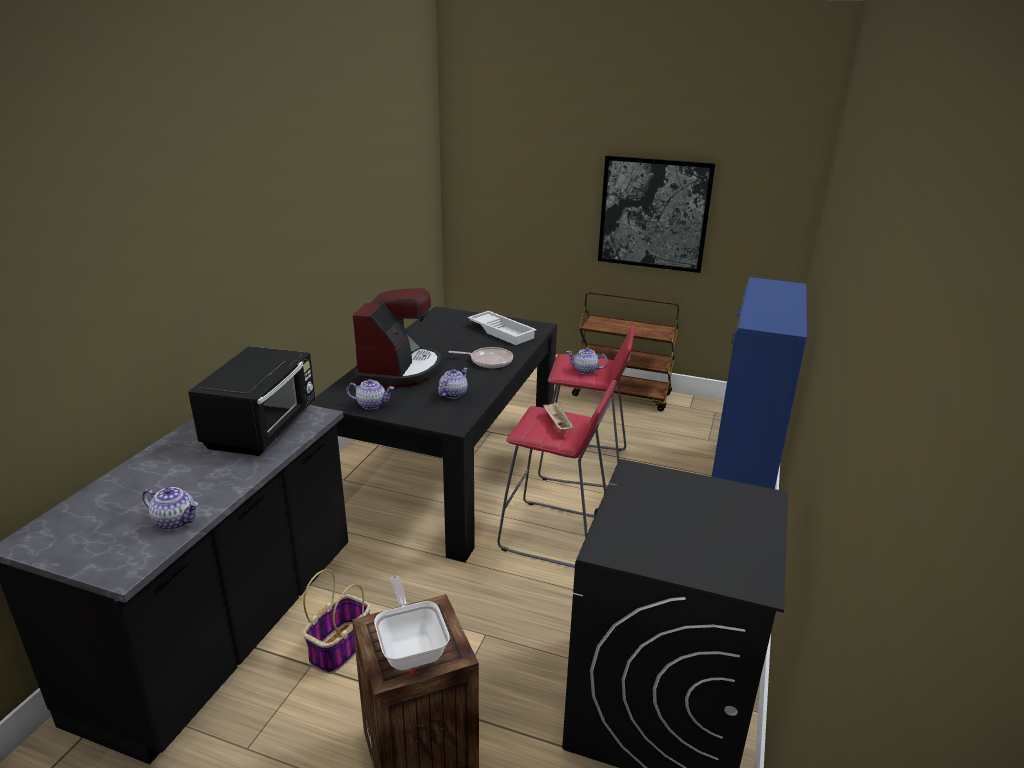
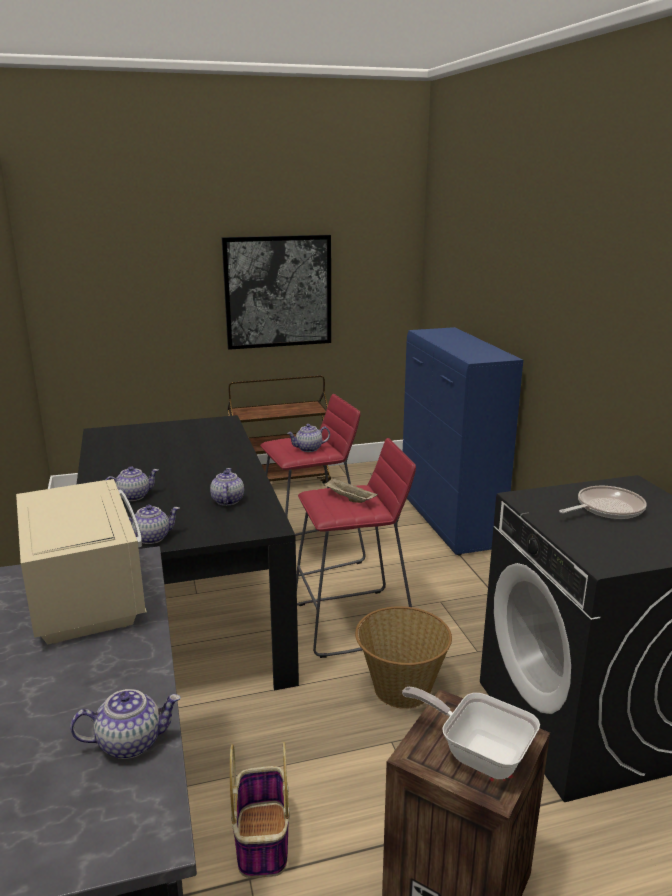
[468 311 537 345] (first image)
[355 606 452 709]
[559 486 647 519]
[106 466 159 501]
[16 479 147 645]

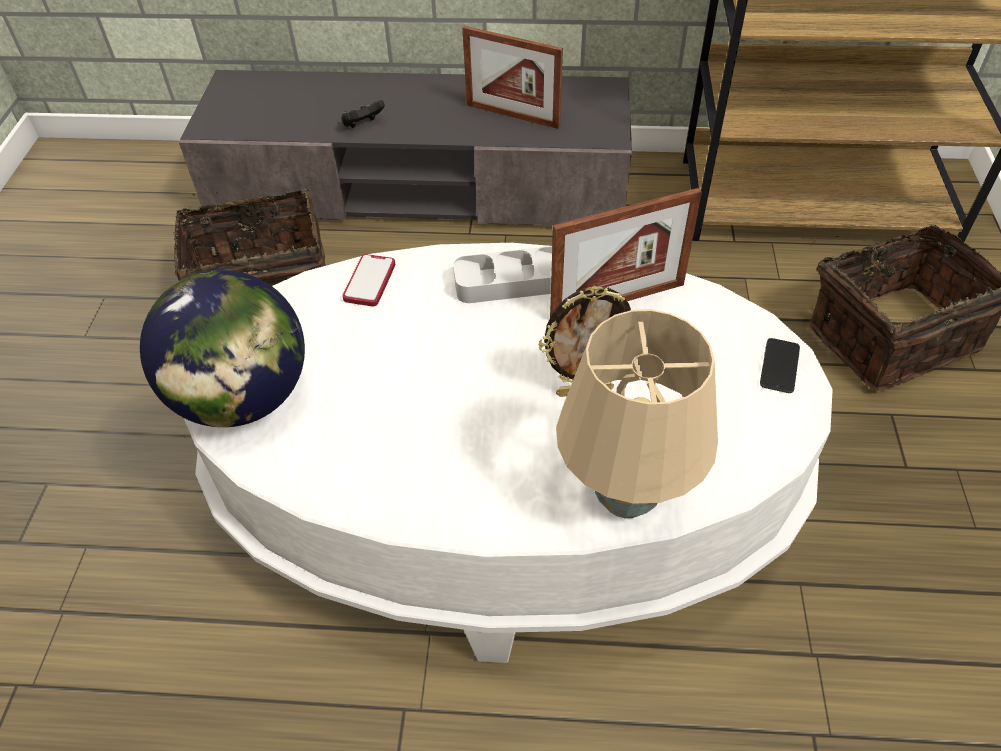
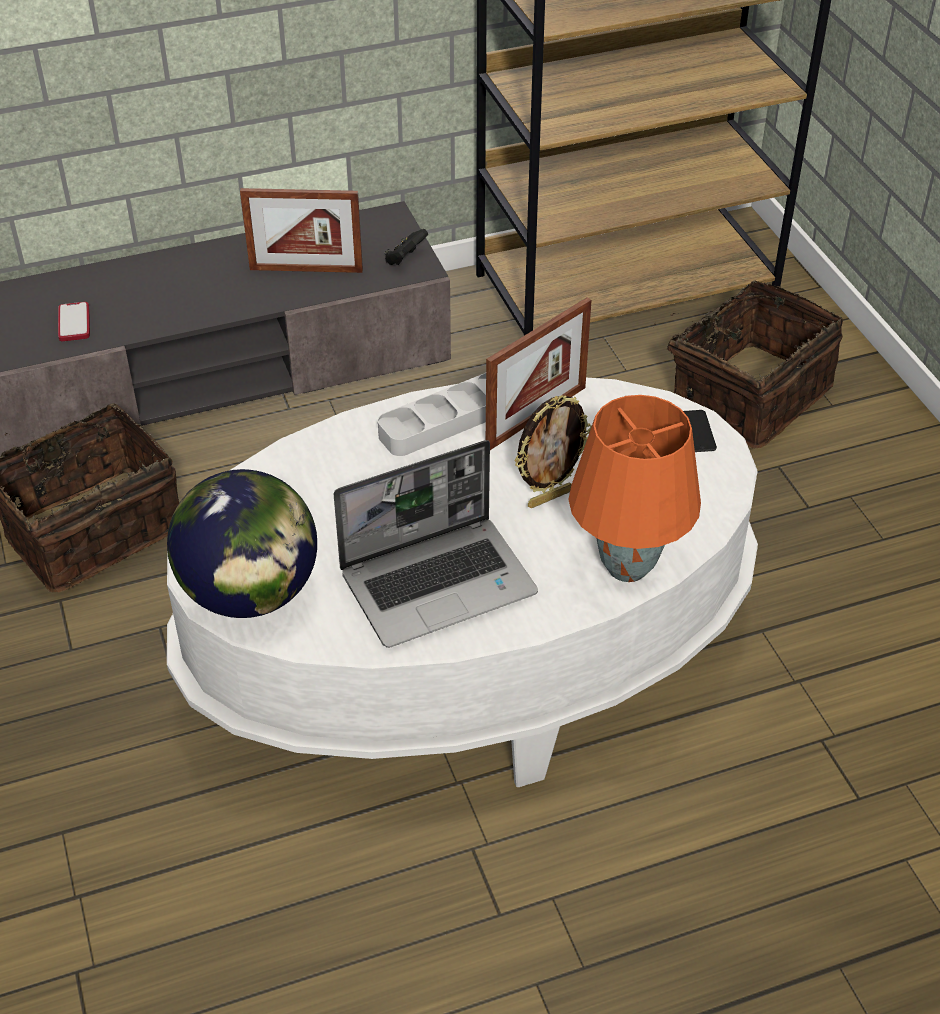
[334 440 538 648]
[385 229 428 265]
[58 302 90 341]
[568 395 701 582]

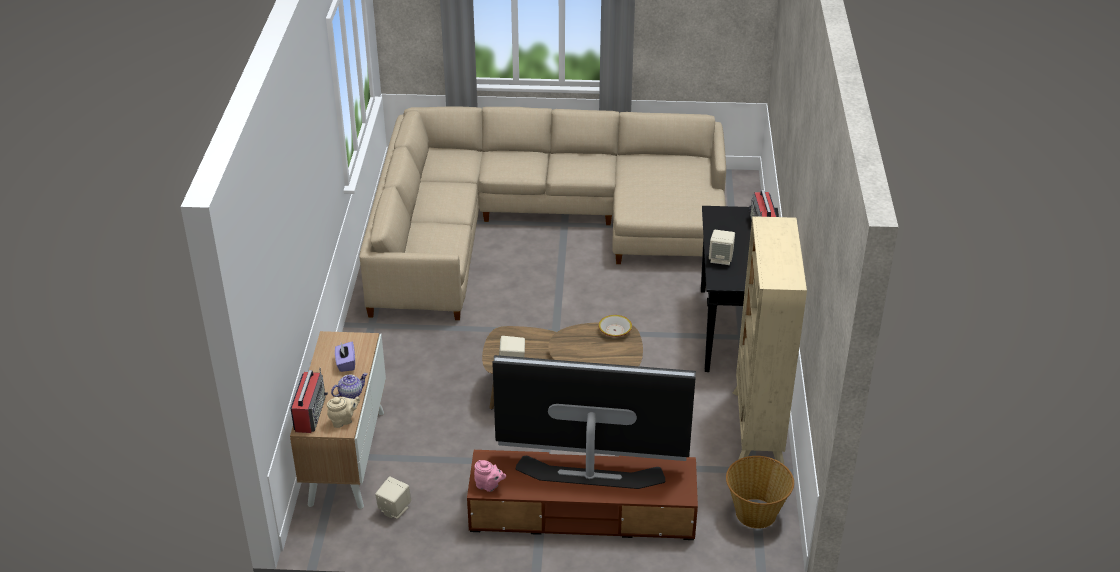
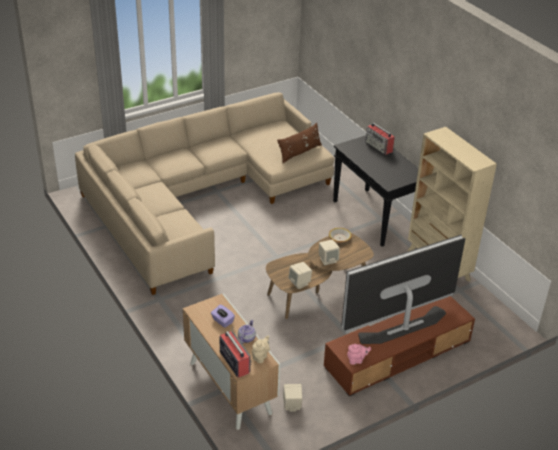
[726 456 794 529] (first image)
[277 123 322 163]
[319 239 340 265]

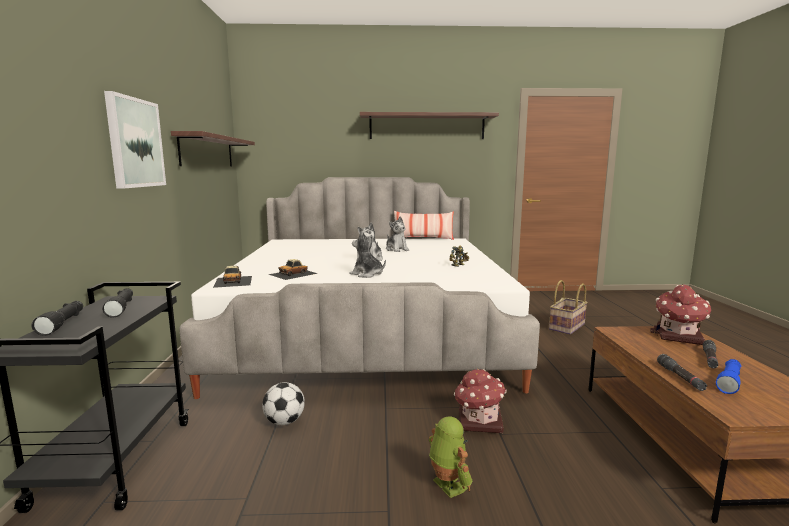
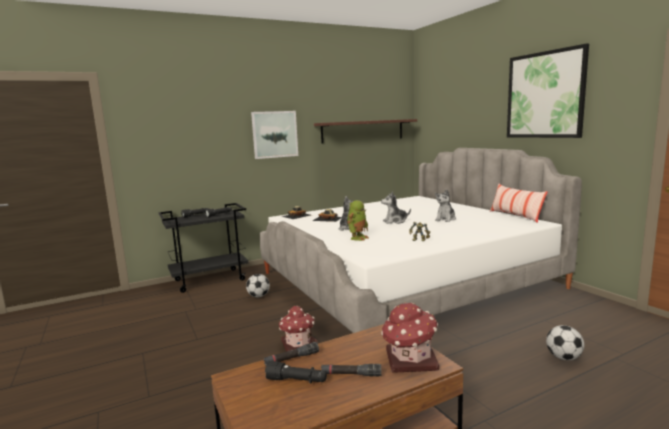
[347 200 369 241]
[507 43 589 138]
[546 325 584 360]
[265 361 327 383]

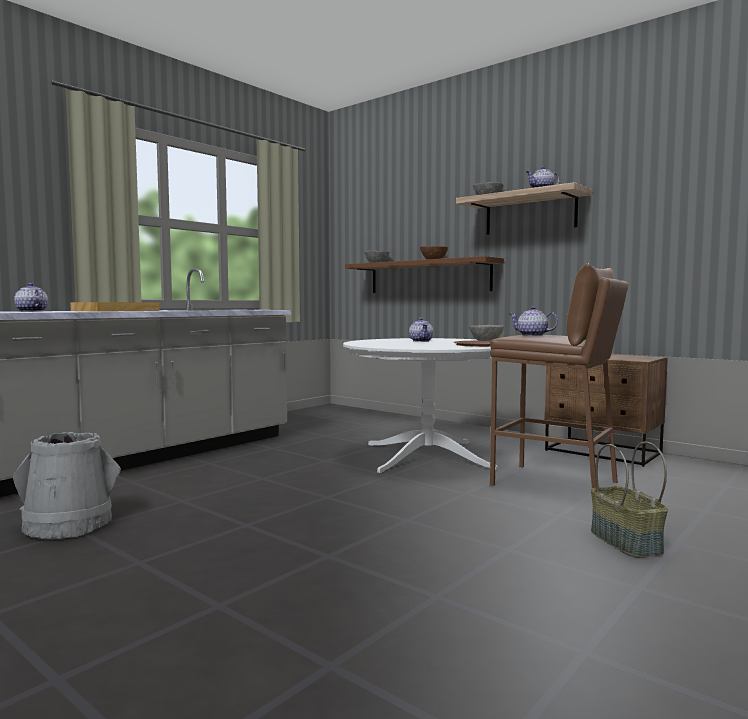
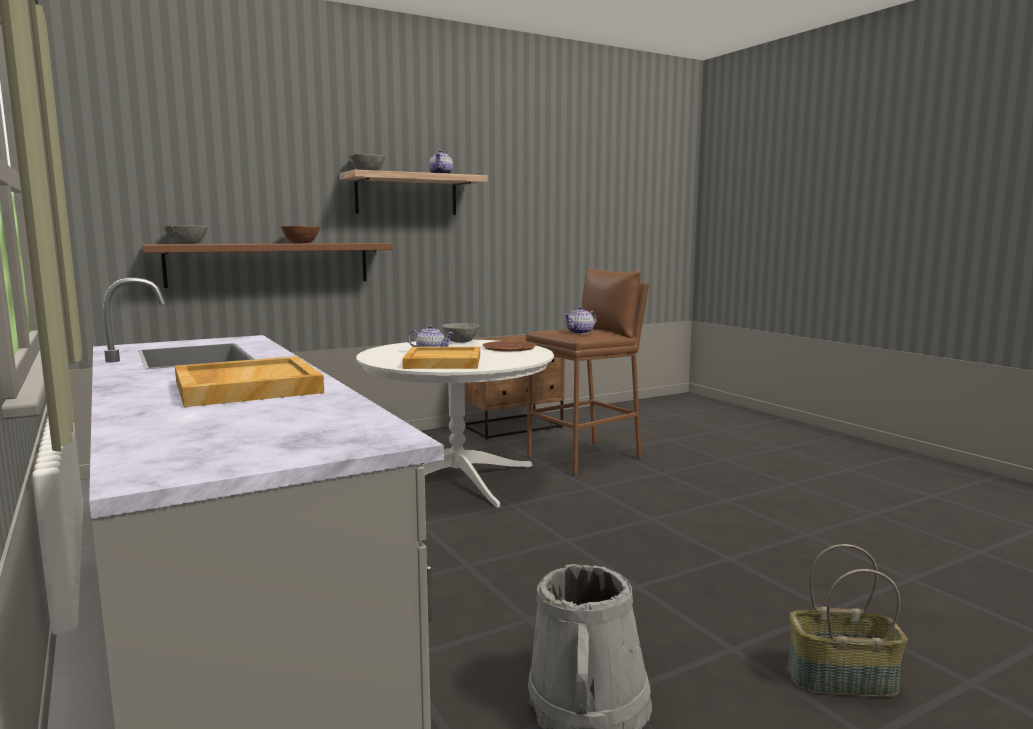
[14 283 48 312] (first image)
[402 347 480 369]
[788 544 908 697]

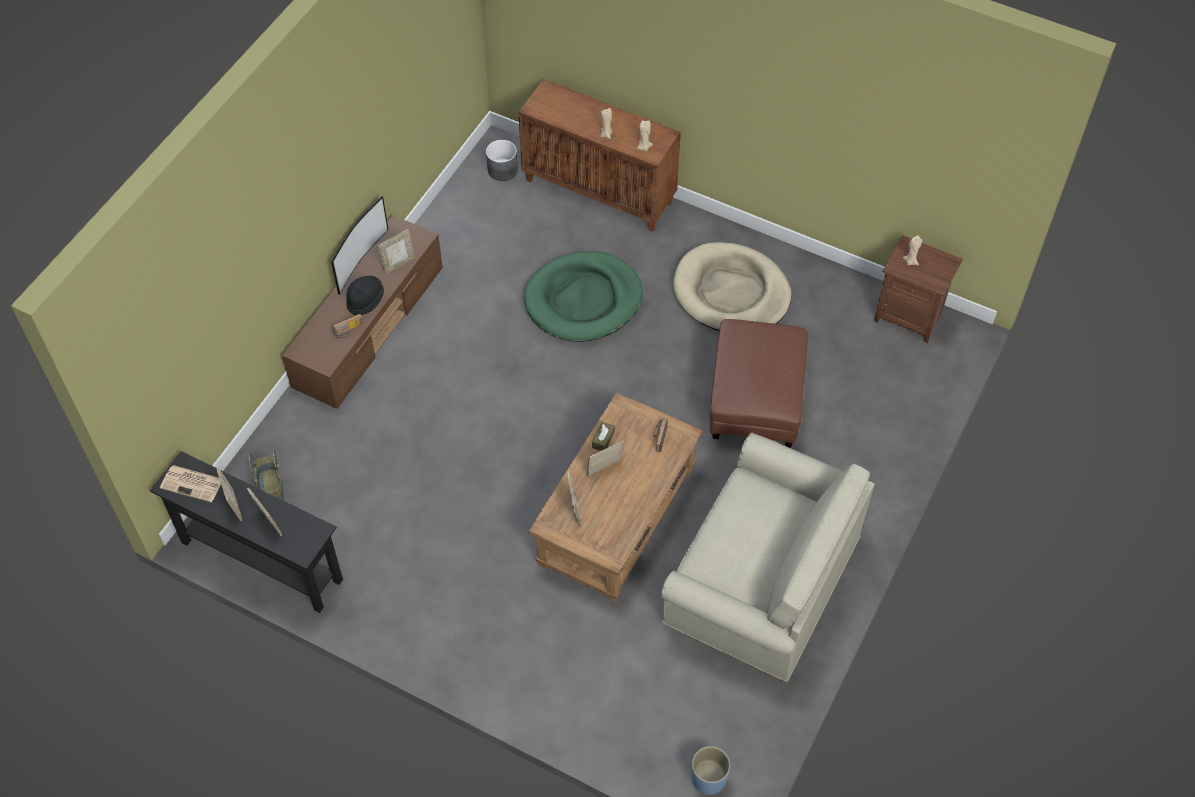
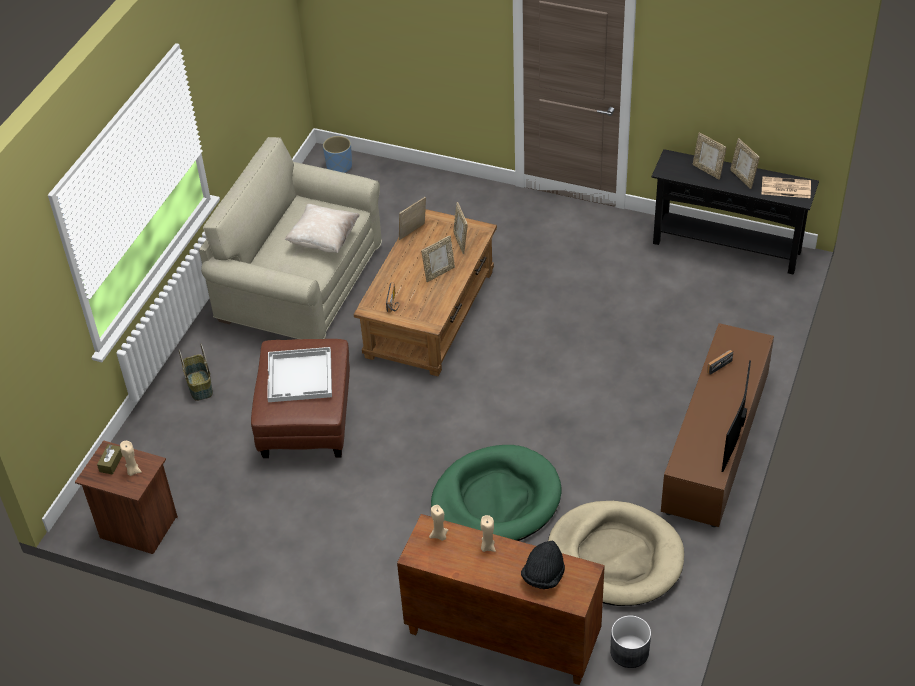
[267 347 332 402]
[285 204 360 253]
[179 344 213 401]
[521 541 565 589]
[399 197 426 240]
[97 444 122 475]
[548 501 684 606]

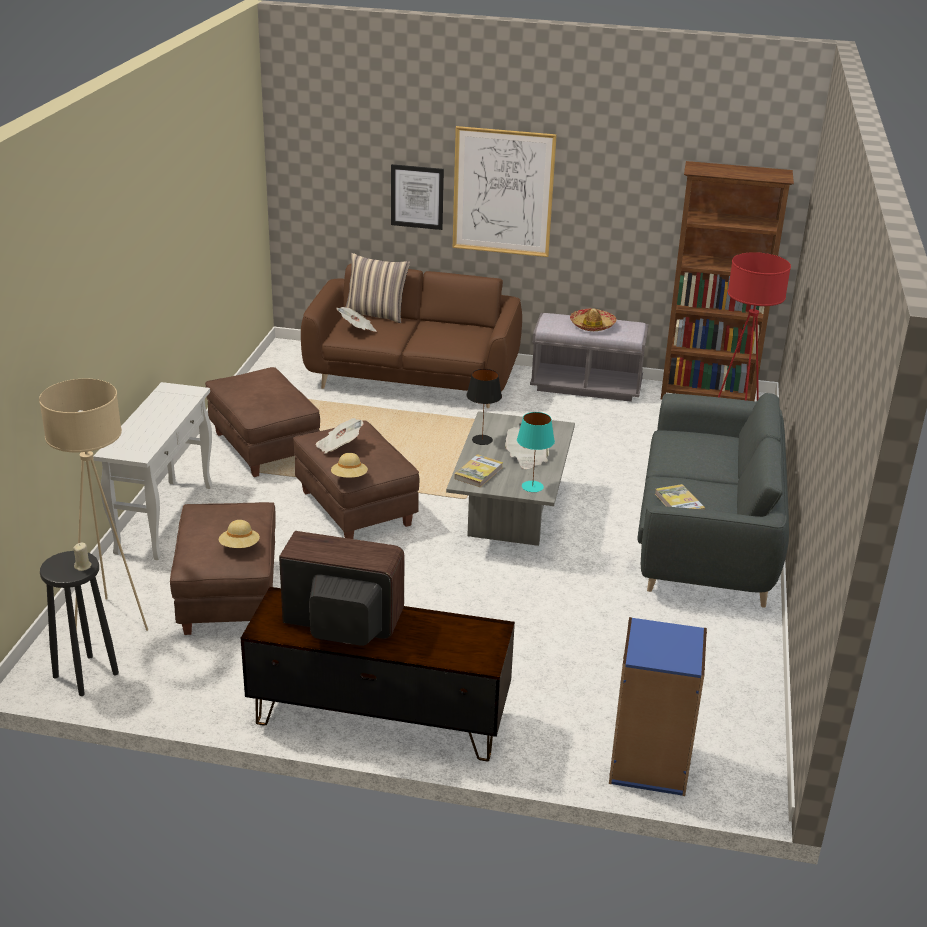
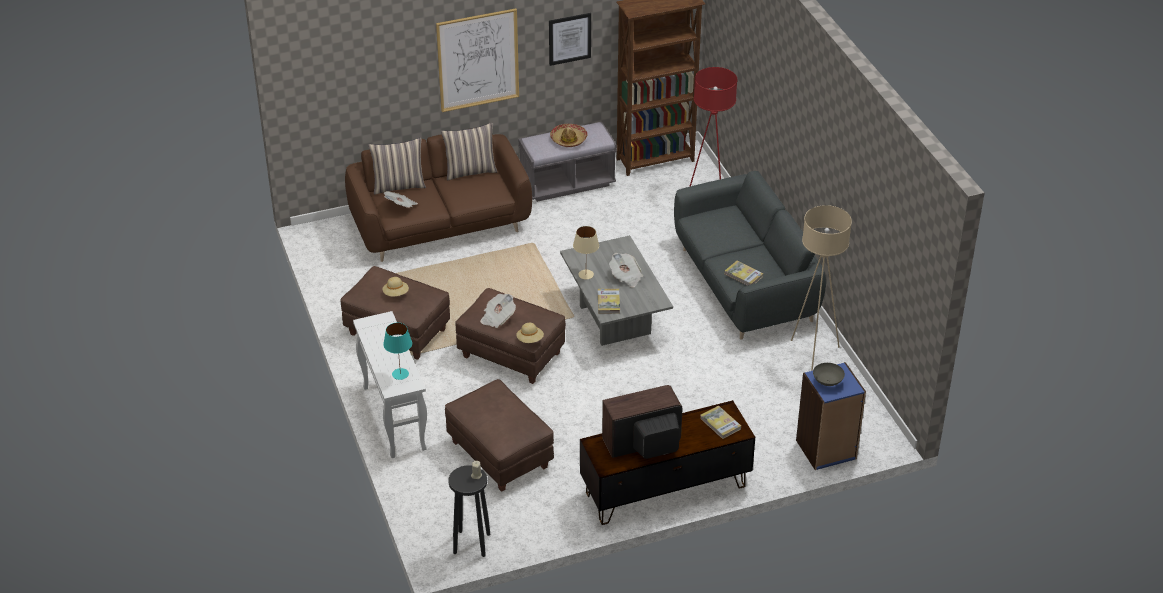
[441 123 497 180]
[700 406 741 439]
[813 363 845 386]
[791 205 852 371]
[382 277 409 297]
[549 13 591 66]
[383 323 412 380]
[573 226 599 279]

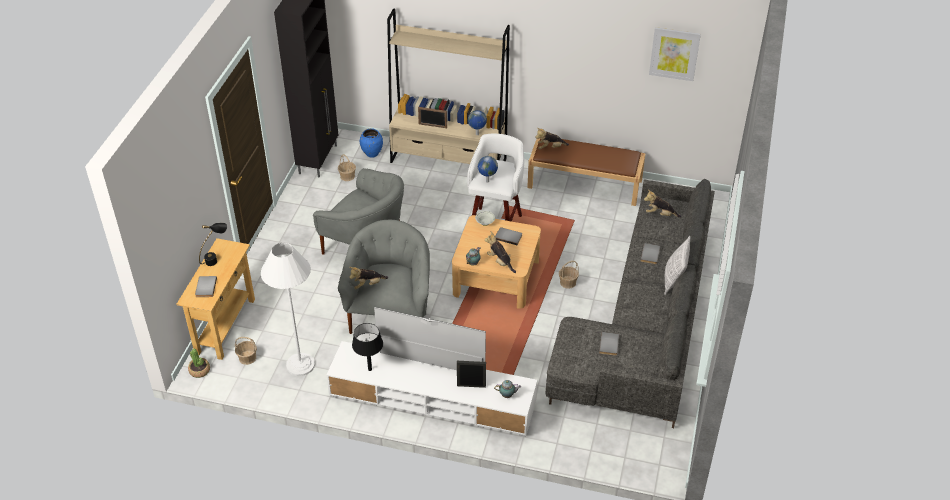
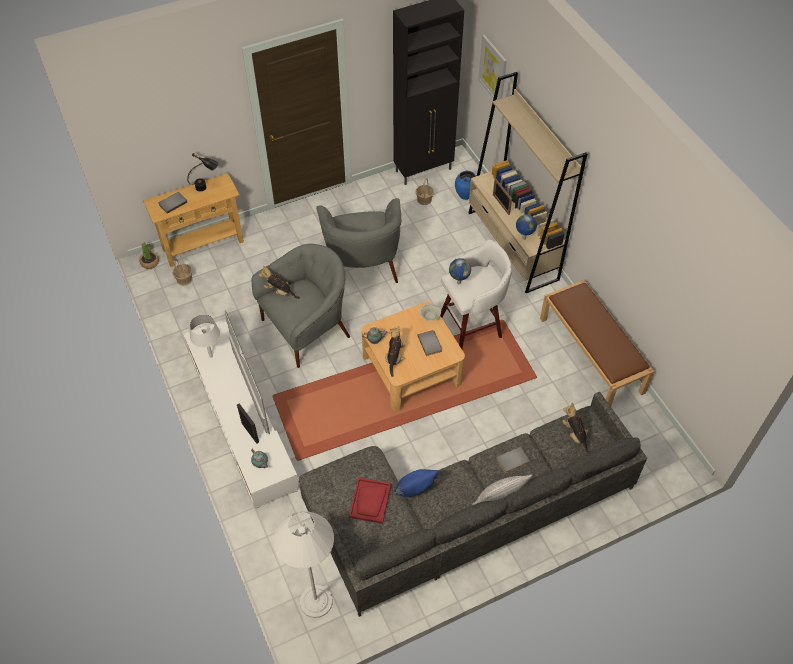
[536 128 569 149] (first image)
[559 261 579 289] (first image)
[394 469 439 497]
[274 512 334 618]
[478 35 507 100]
[349 477 391 524]
[190 315 220 358]

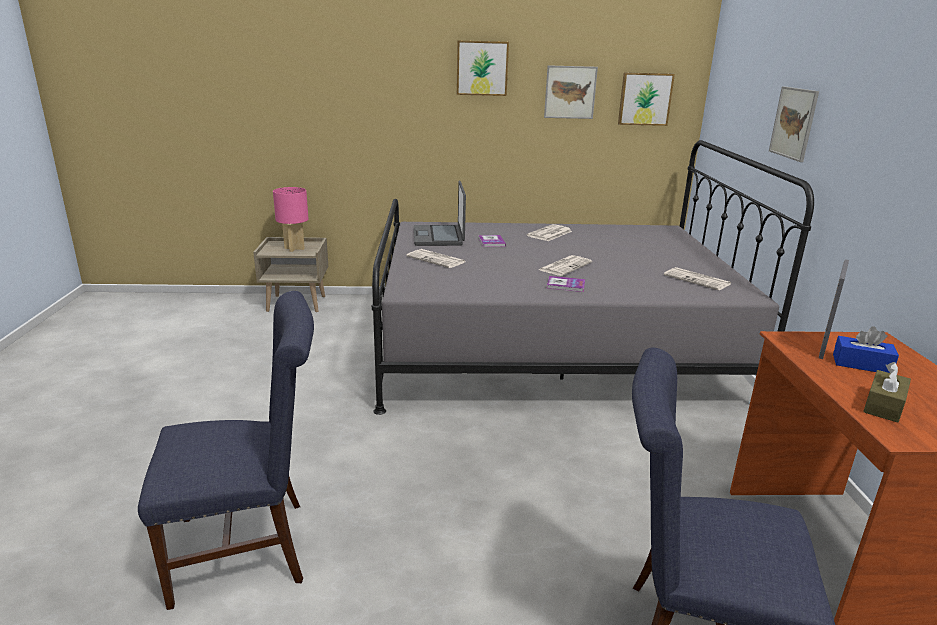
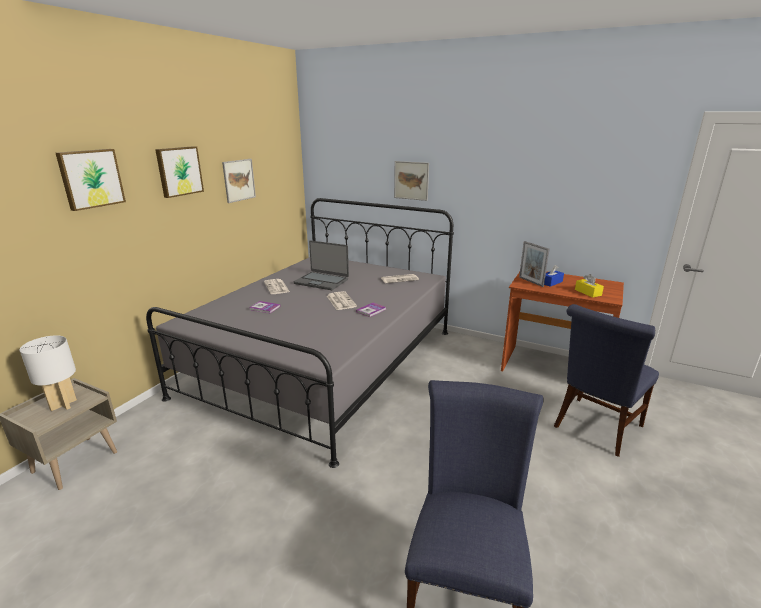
[406 249 465 268] (first image)
[294 240 349 290]
[56 149 126 211]
[20 335 77 411]
[575 274 604 298]

